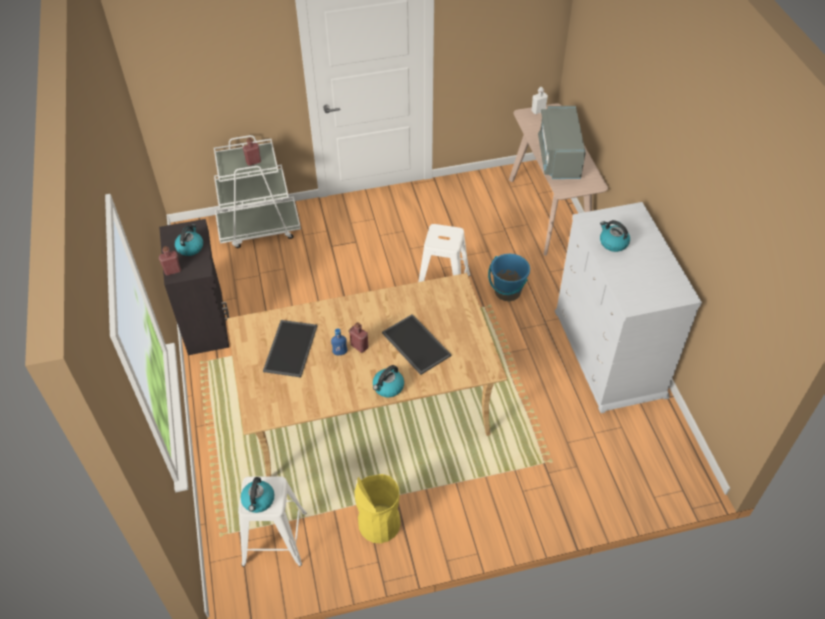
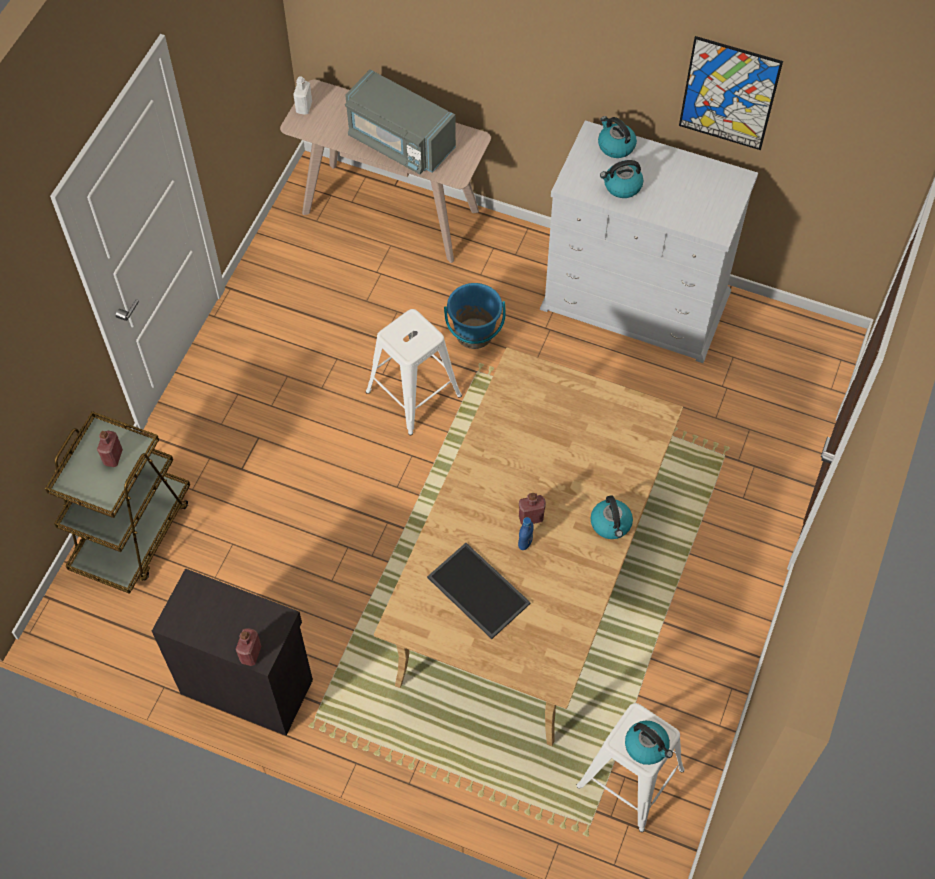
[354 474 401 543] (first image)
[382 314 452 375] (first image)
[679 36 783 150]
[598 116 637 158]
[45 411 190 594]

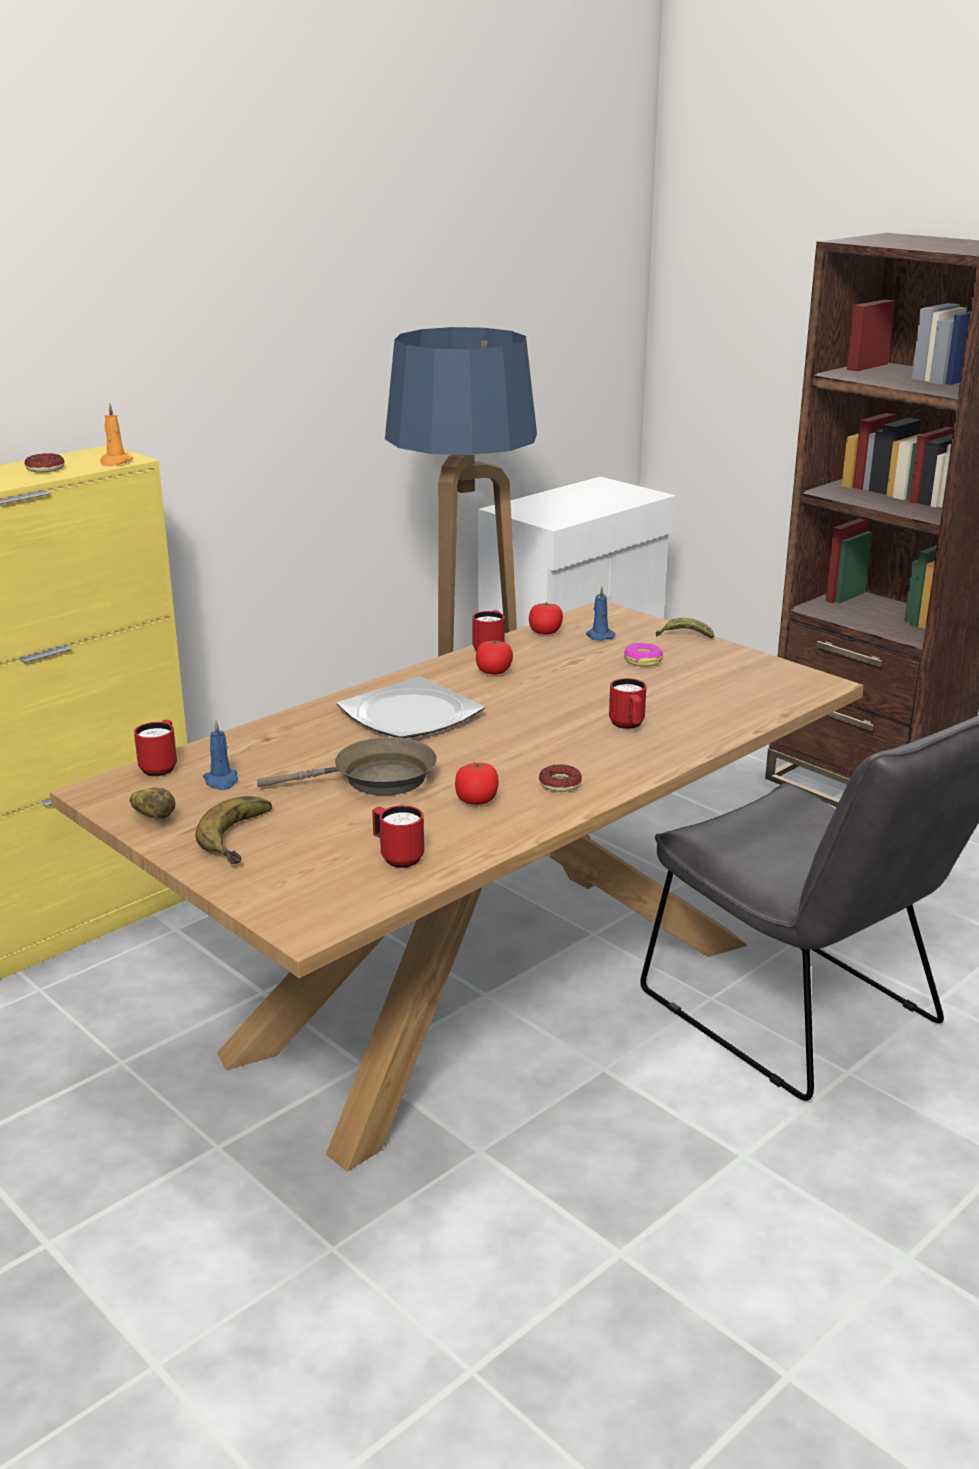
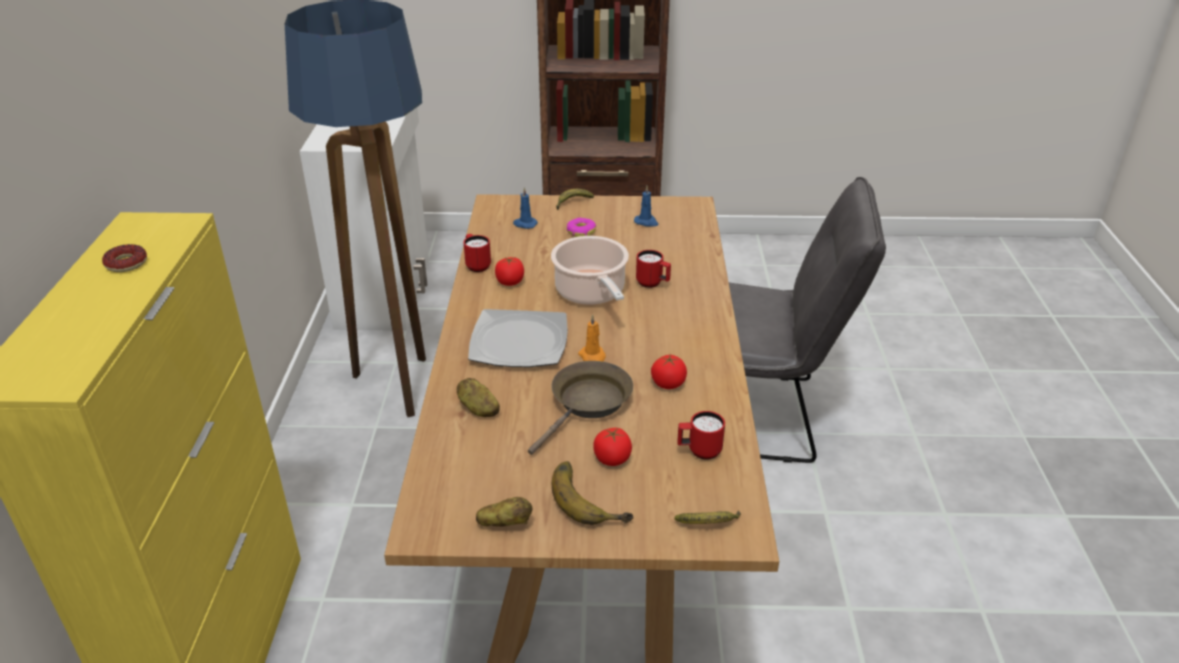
[134 720 177 776] (first image)
[539 764 582 792] (first image)
[457 378 500 417]
[551 236 629 305]
[675 510 741 524]
[578 314 606 362]
[634 186 658 227]
[593 428 632 466]

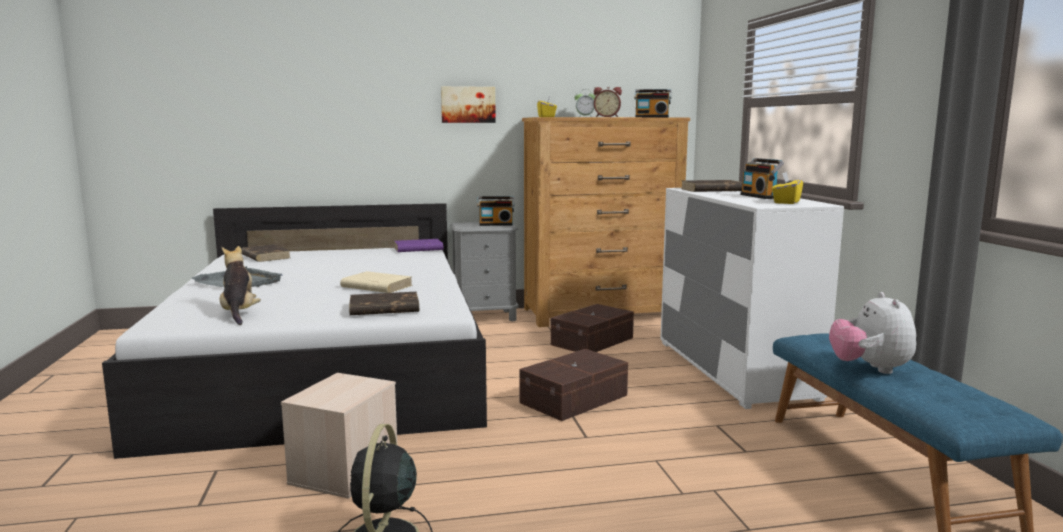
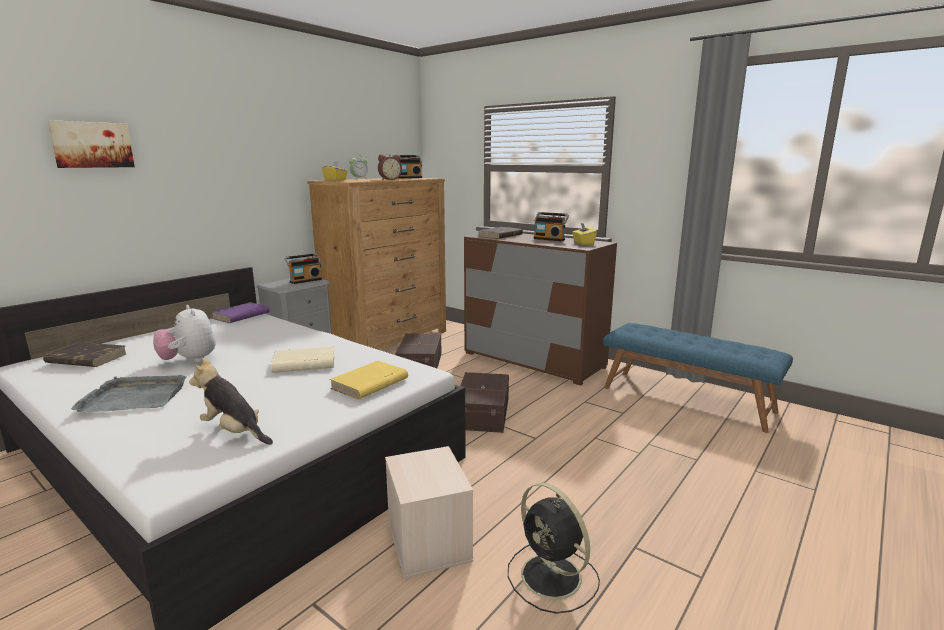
[48 120 135 168]
[153 305 216 363]
[329 361 408 400]
[464 233 617 386]

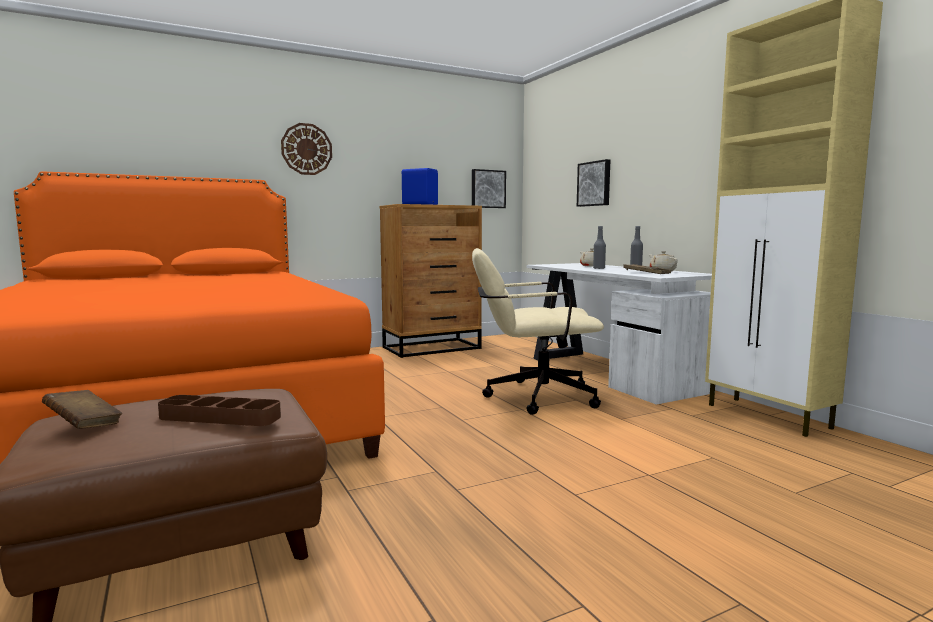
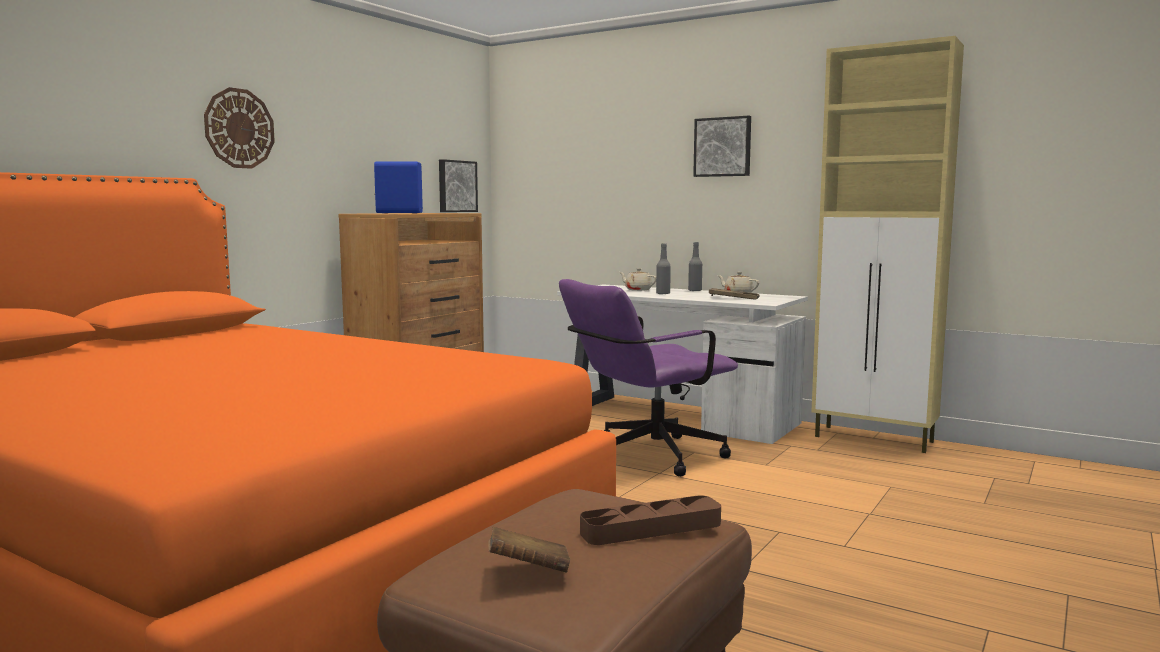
[693 116 751 177]
[559 279 738 477]

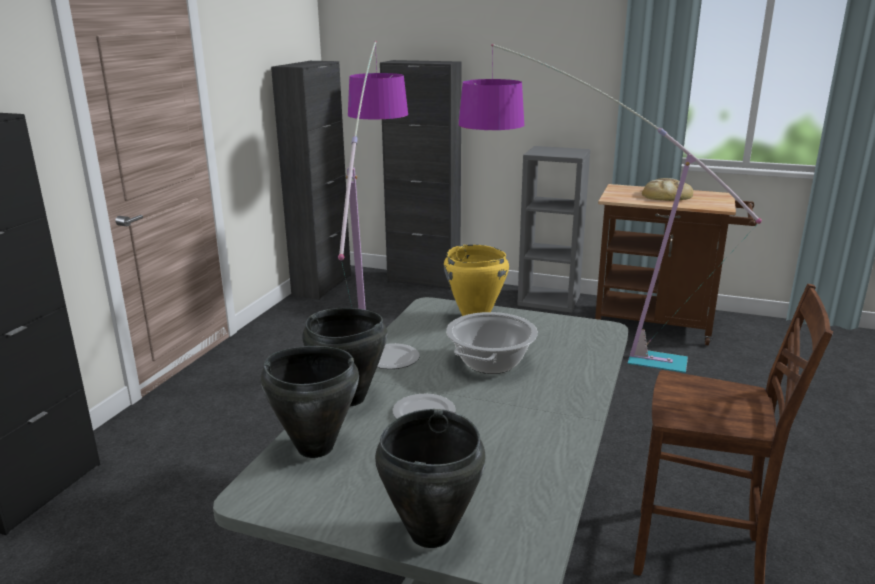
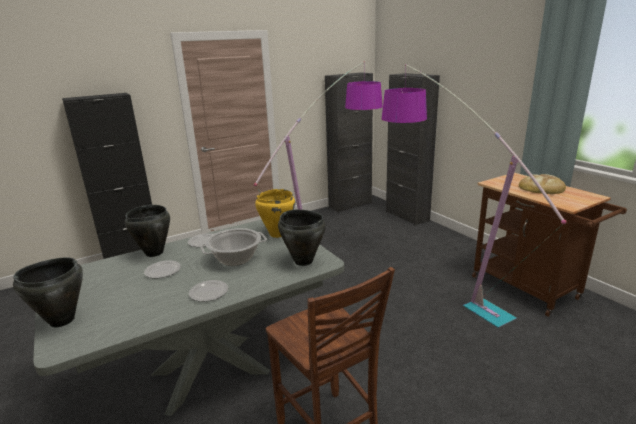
[517 146 590 313] (first image)
[189 280 228 302]
[278 209 326 266]

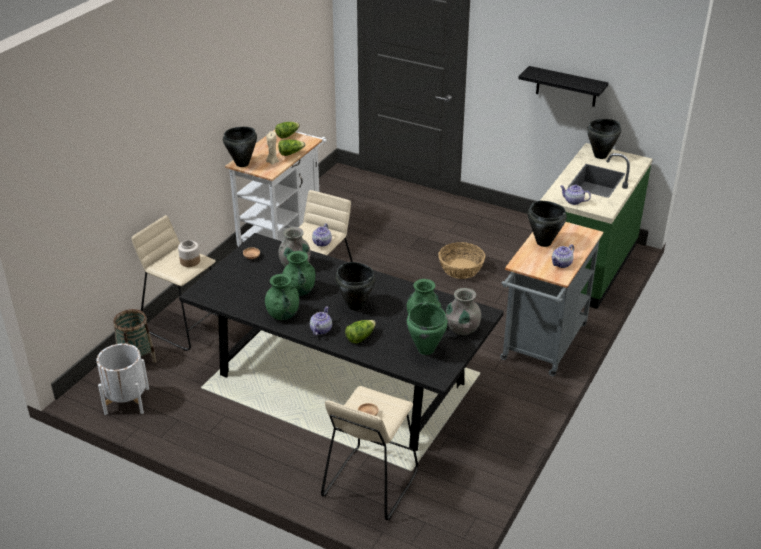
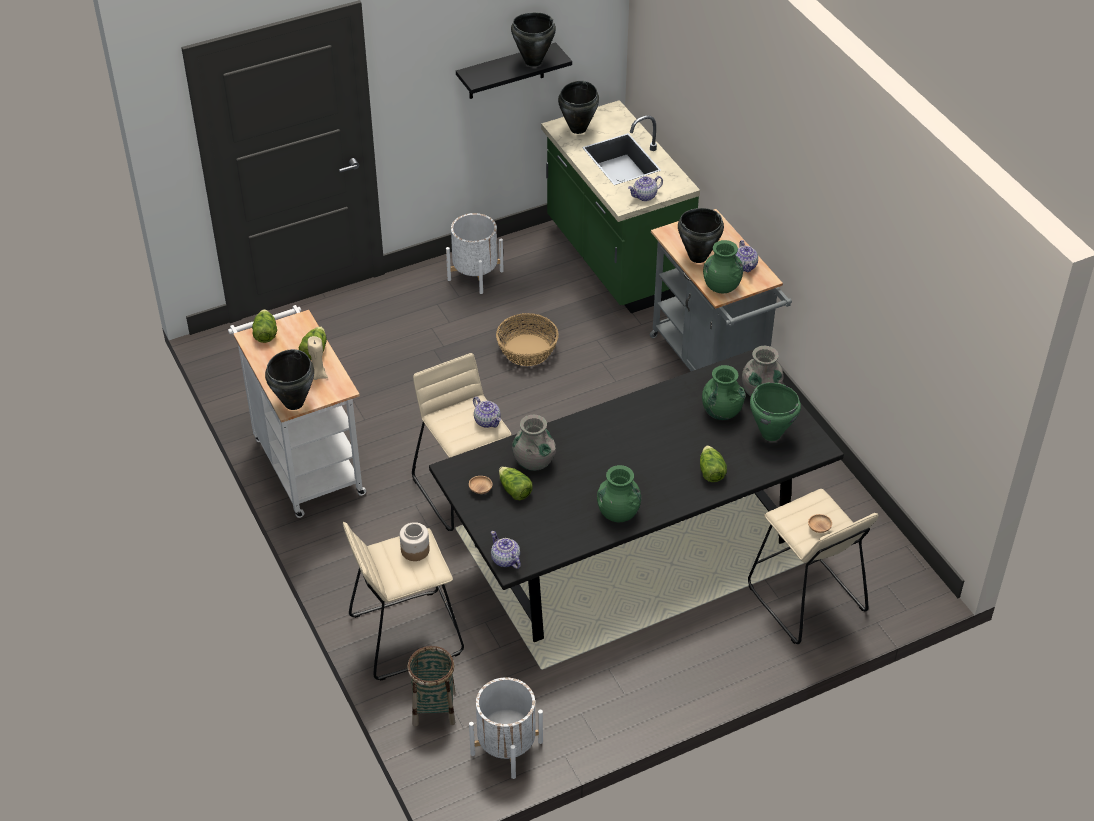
[446 213 504 294]
[499 467 533 500]
[703 240 743 293]
[491 531 521 569]
[511 12 556 67]

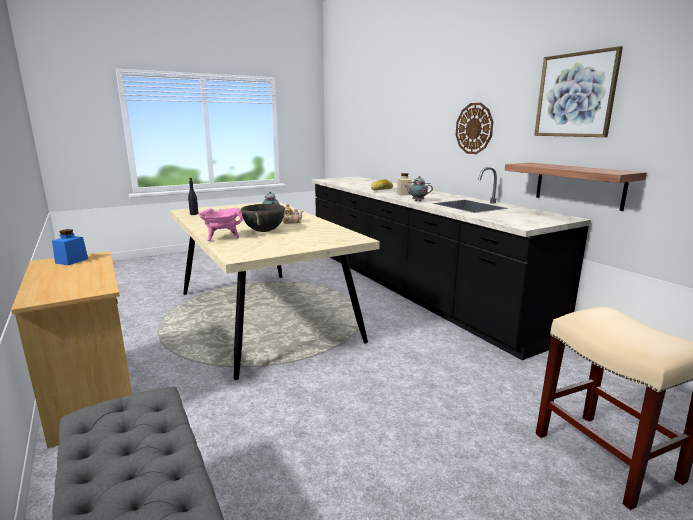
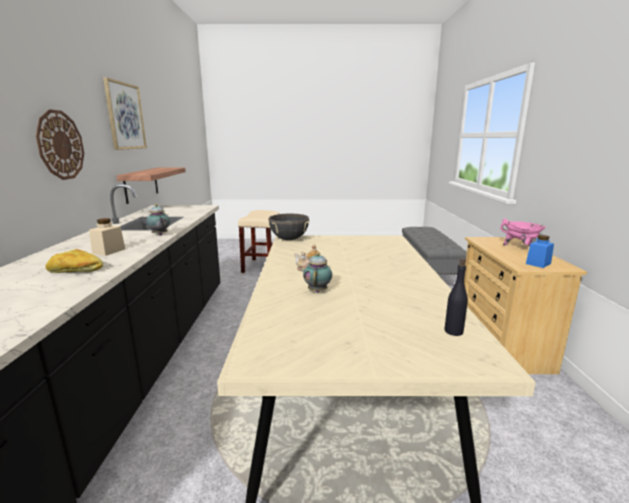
[500 219 546 246]
[268 214 310 240]

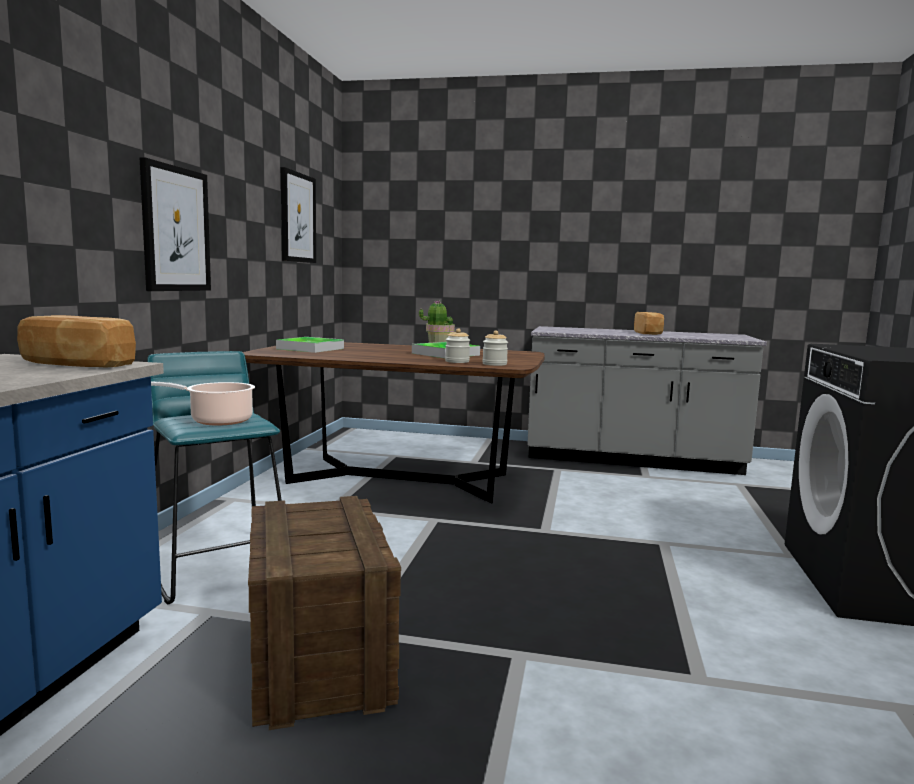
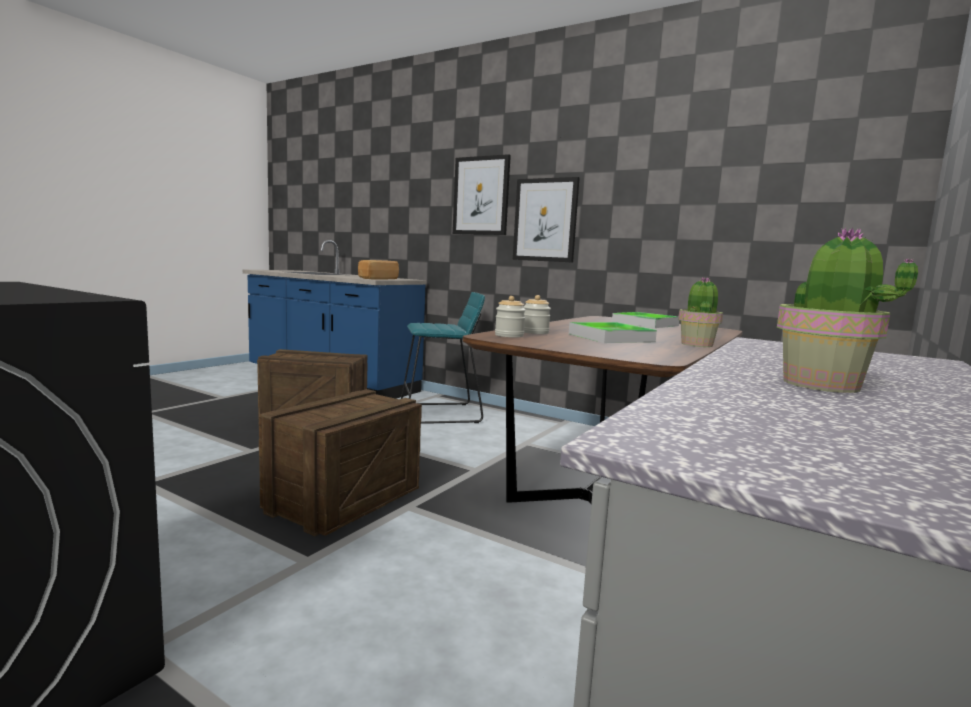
[151 382 255 425] (first image)
[259 389 422 536]
[453 154 511 235]
[777 228 918 393]

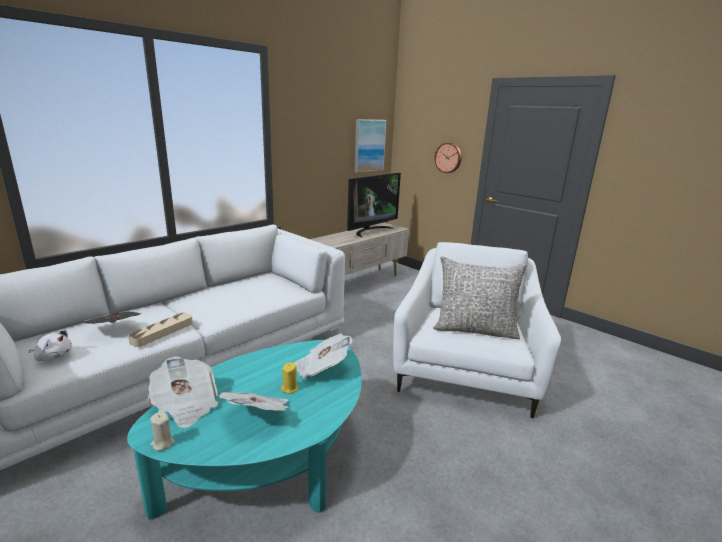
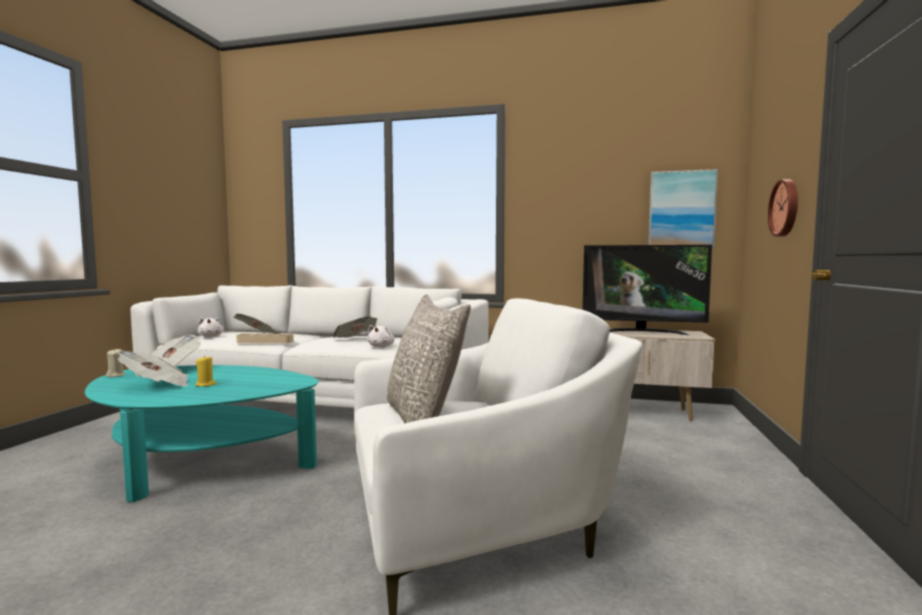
[368 325 395 347]
[333 316 377 338]

